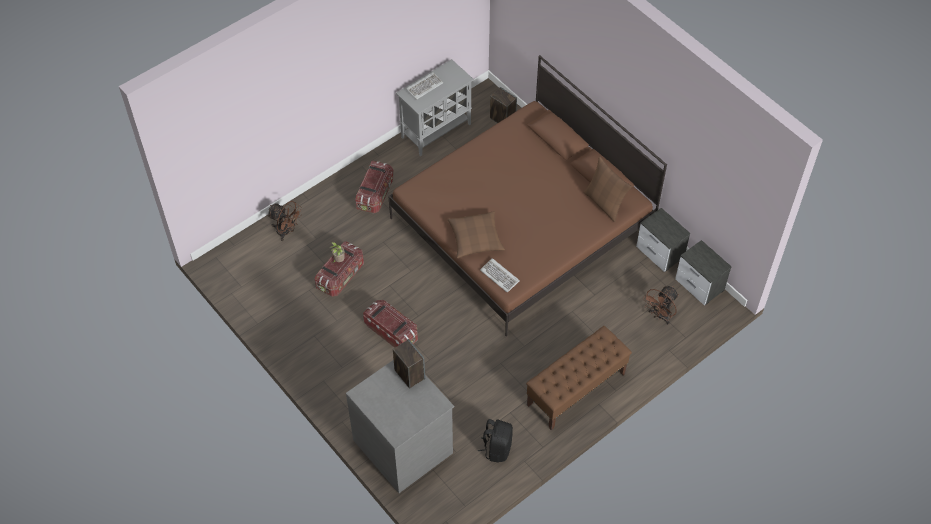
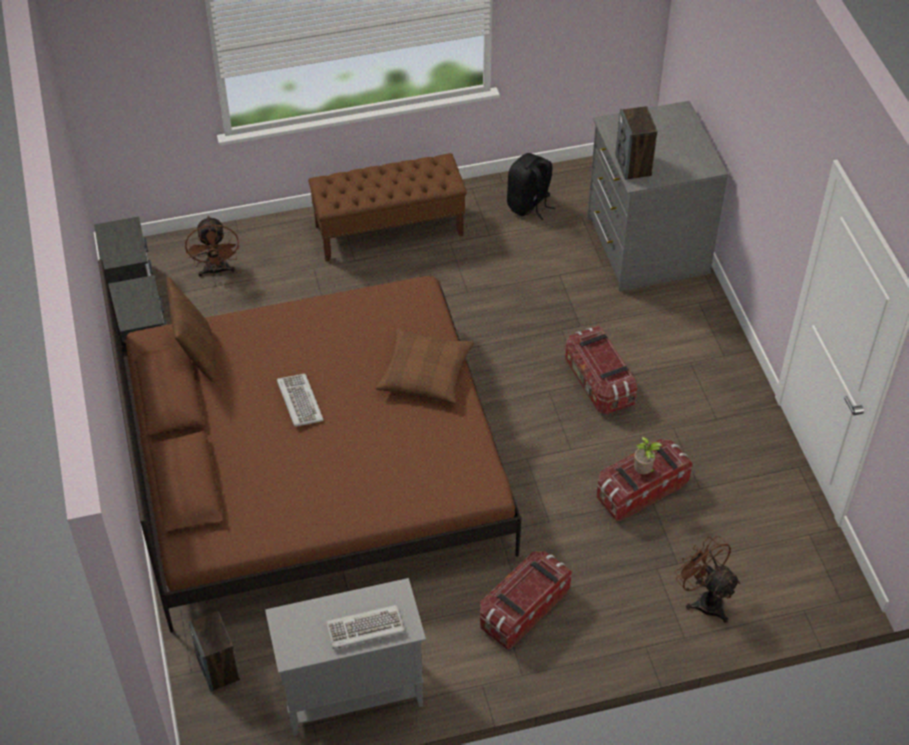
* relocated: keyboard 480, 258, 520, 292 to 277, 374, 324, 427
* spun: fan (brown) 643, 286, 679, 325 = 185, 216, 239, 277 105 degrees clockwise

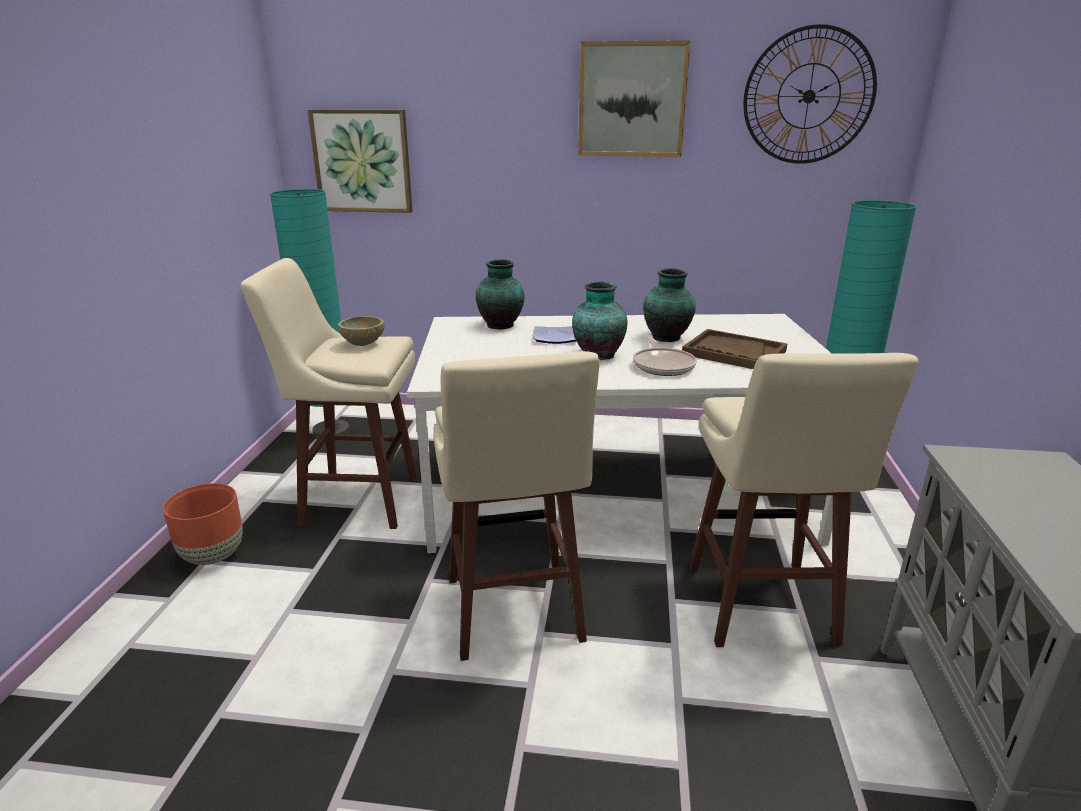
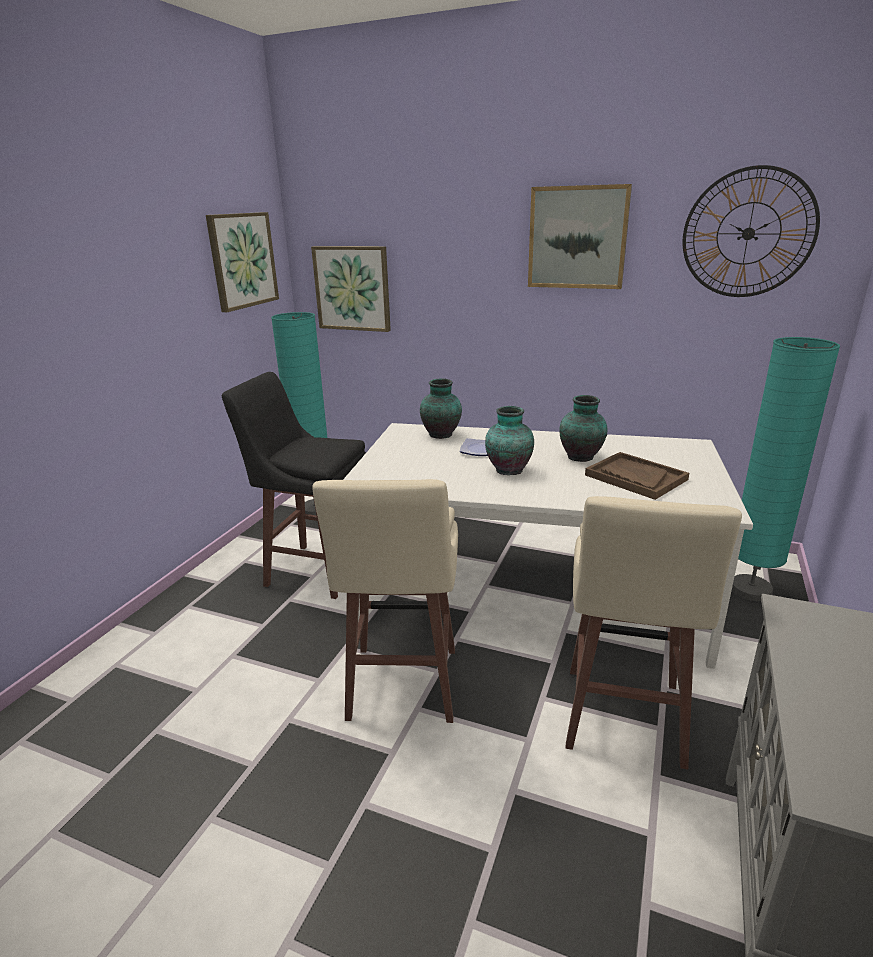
* missing: planter (brown) 163, 483, 243, 565
* missing: bowl (beige) 338, 316, 385, 346
* missing: frying pan 633, 335, 697, 376
* appeared: picture 206, 212, 279, 312
* colour: stool (beige) 241, 258, 418, 529 to stool (black) 222, 372, 366, 599

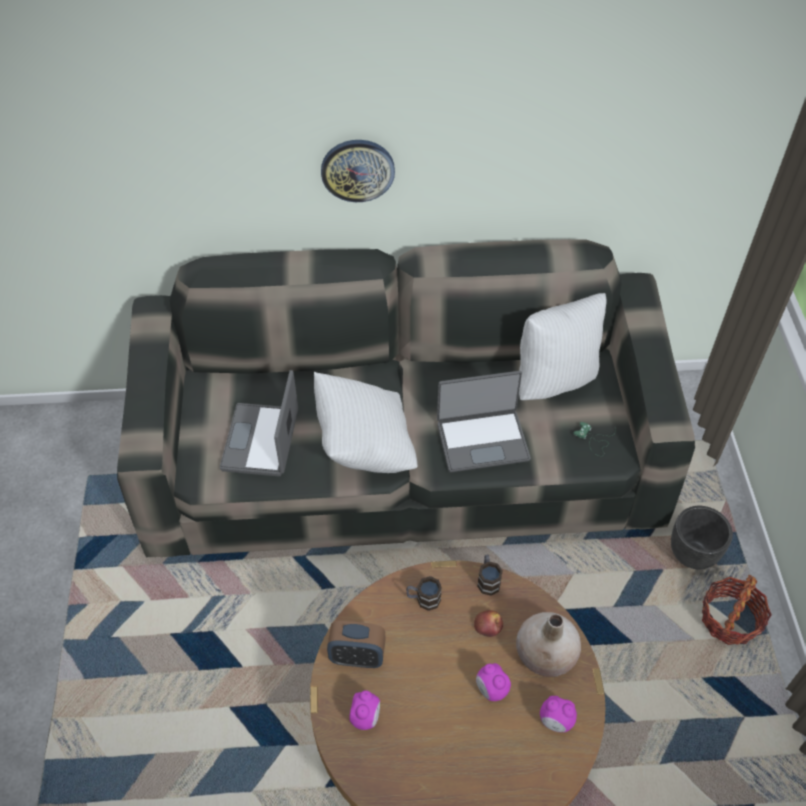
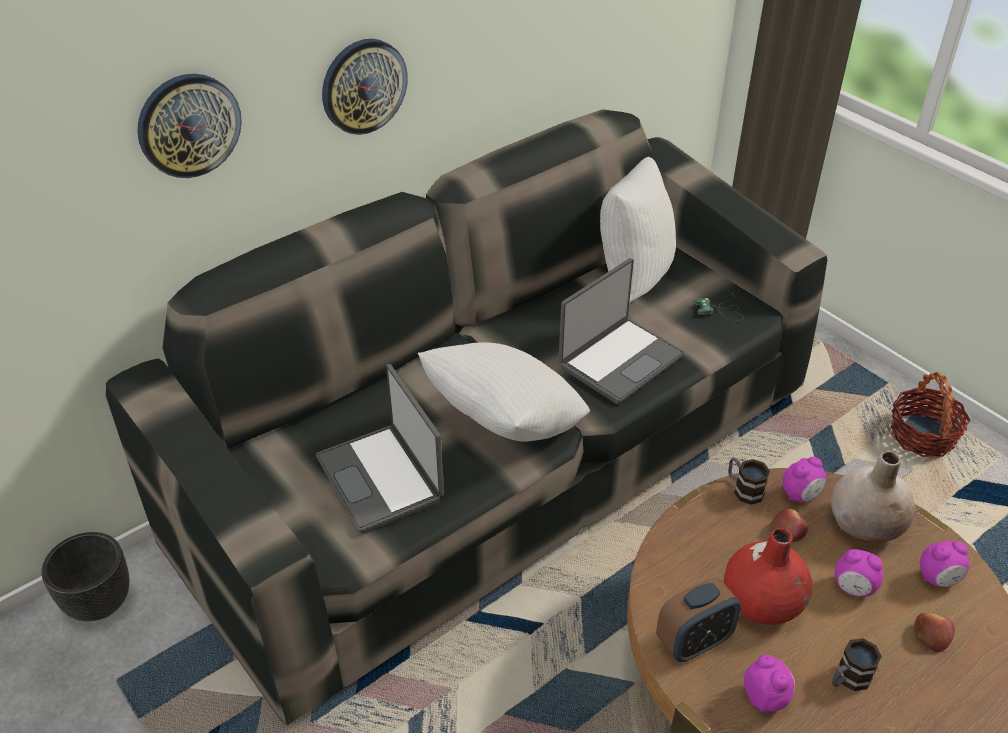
* appeared: wall clock 137, 74, 242, 178
* appeared: vase (red) 724, 528, 812, 625
* appeared: alarm clock 783, 457, 826, 502
* appeared: apple 915, 612, 954, 653
* relocated: mug 406, 576, 442, 611 to 832, 638, 882, 691
* relocated: planter (black) 671, 506, 733, 570 to 41, 532, 130, 621

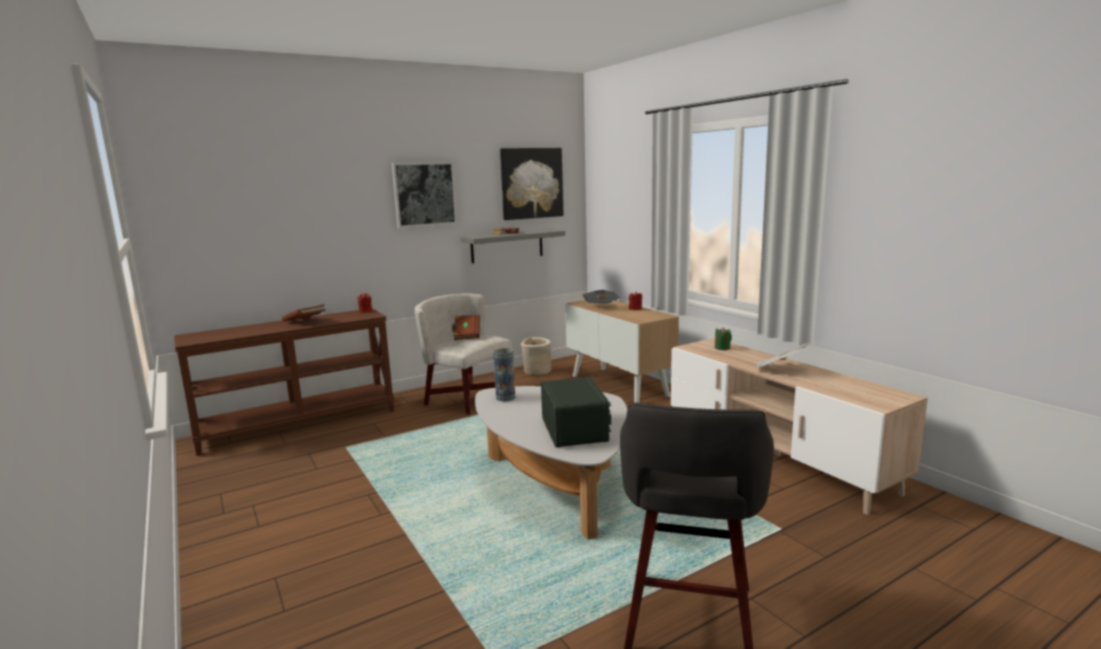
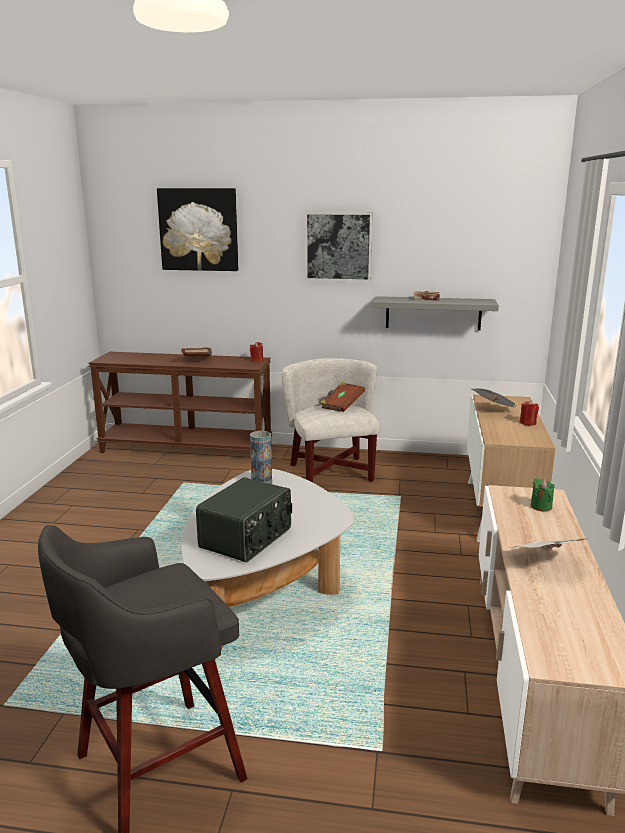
* missing: planter (beige) 521, 337, 552, 375
* relocated: picture 500, 148, 564, 220 to 157, 188, 238, 271

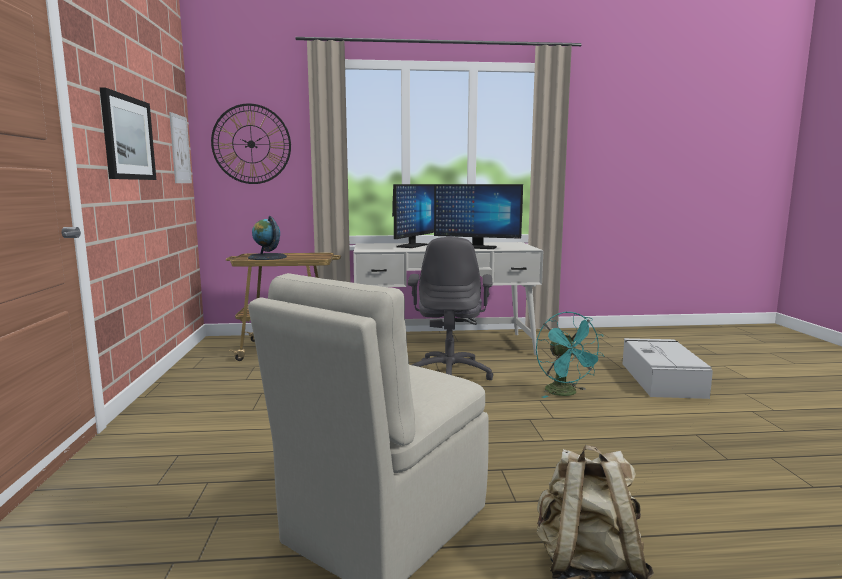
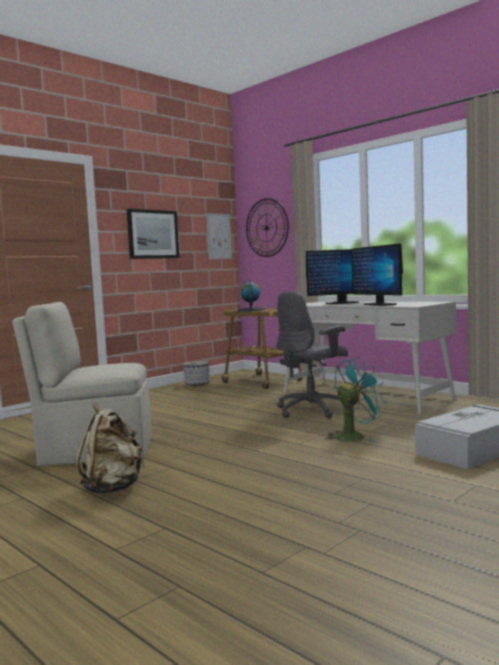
* appeared: planter 183, 361, 210, 386
* spun: fan (turquoise) 536, 311, 604, 398 = 325, 357, 387, 442 150 degrees counterclockwise

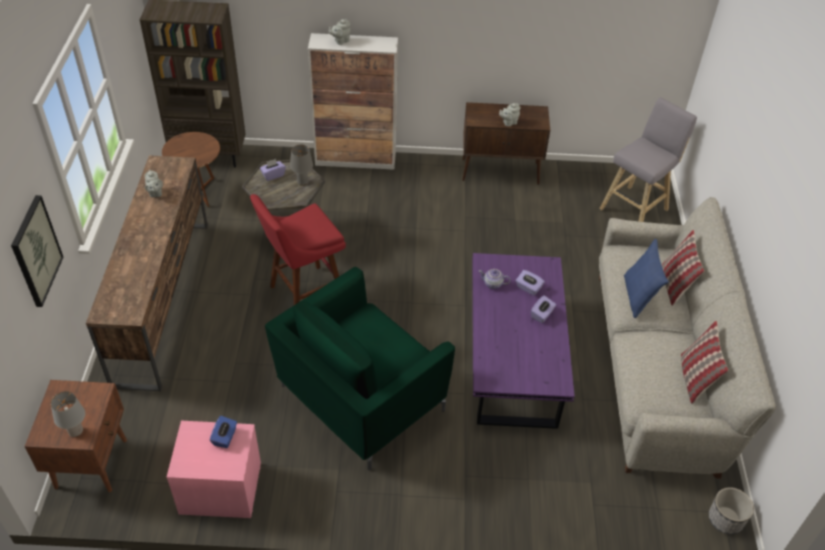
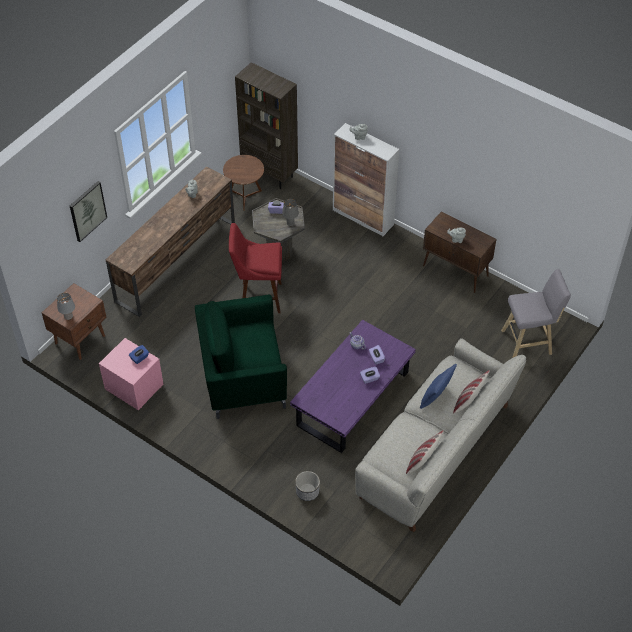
* relocated: planter 709, 487, 754, 534 to 295, 471, 320, 501

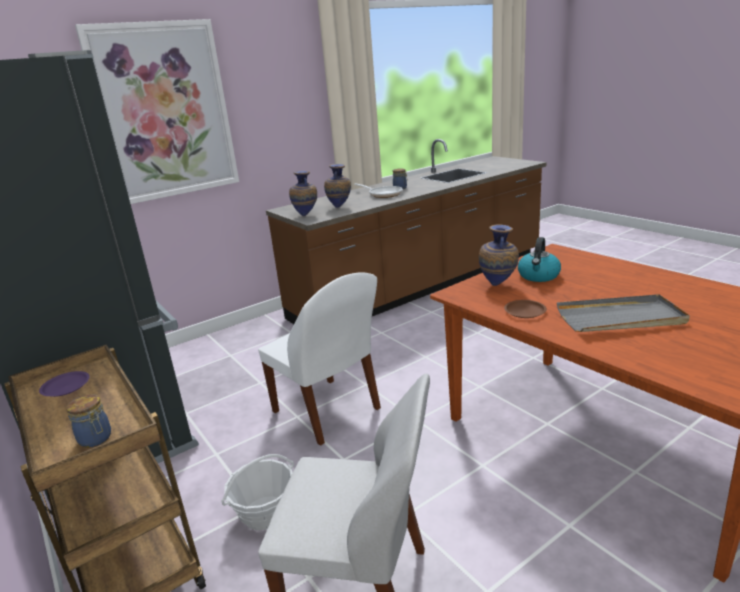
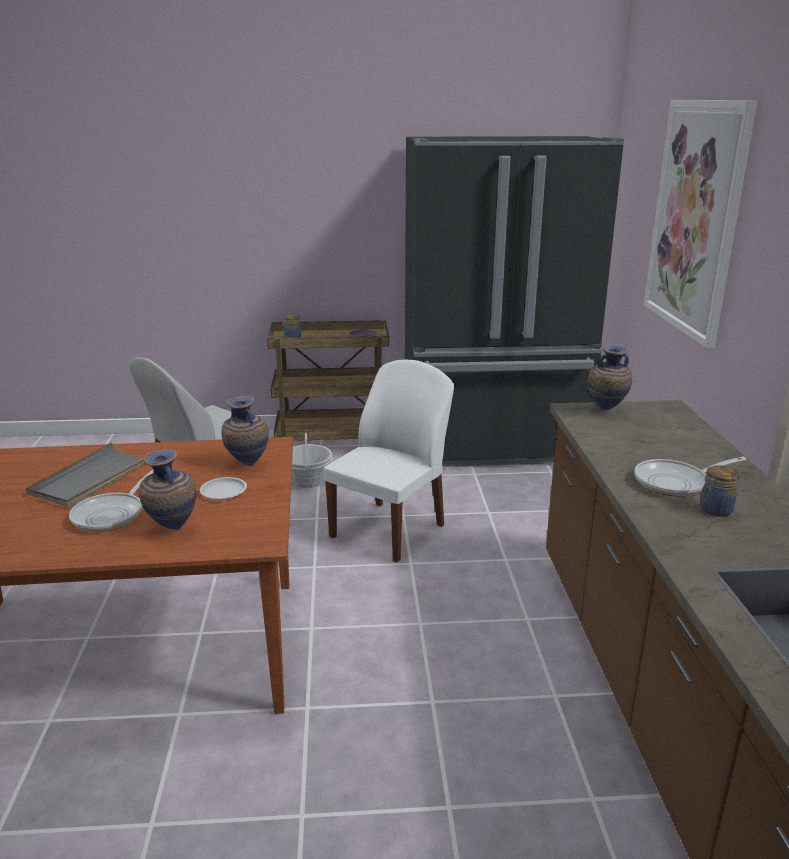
* missing: plate (brown) 504, 300, 547, 318
* appeared: frying pan 69, 470, 153, 532
* relocated: vase 324, 164, 351, 208 to 139, 449, 196, 530
* exchanged: kettle 518, 237, 561, 282 to plate (white) 200, 477, 247, 500
* spun: chair (white) 258, 272, 381, 446 = 324, 360, 454, 563 135 degrees clockwise

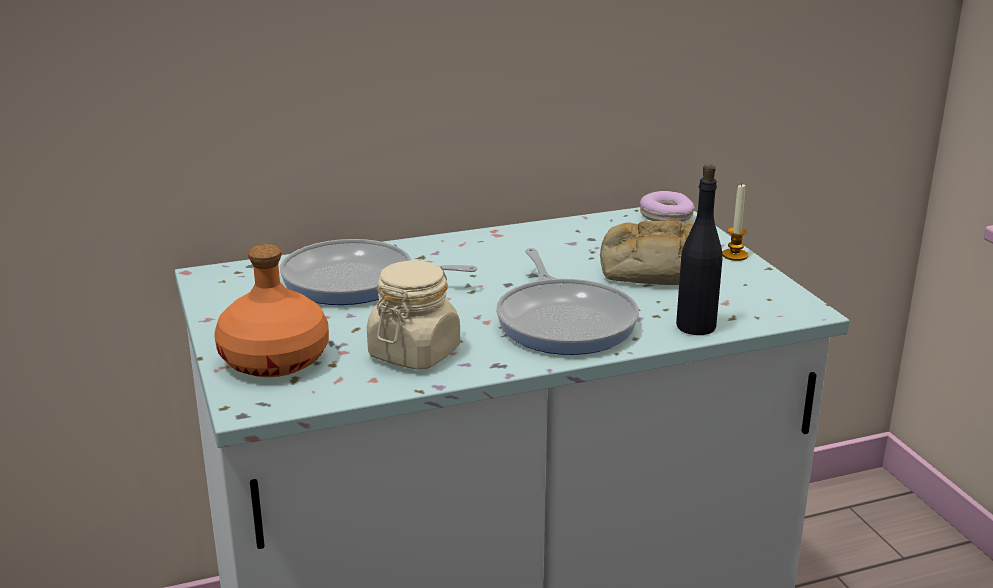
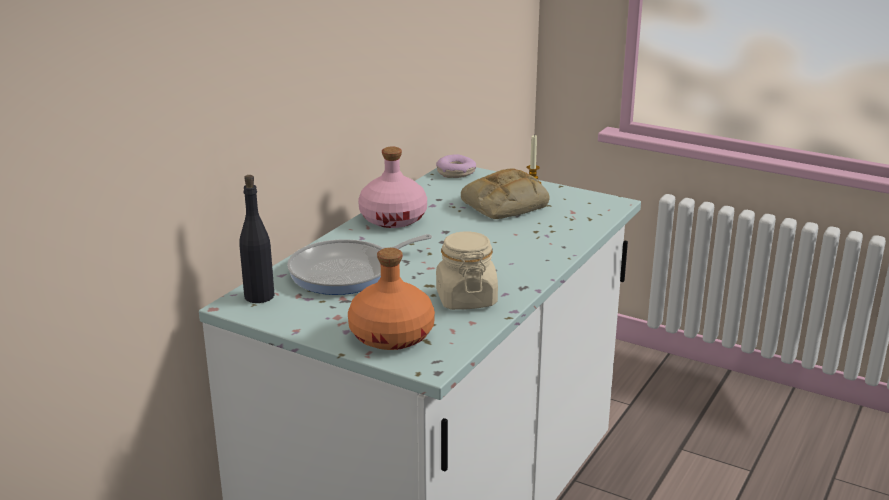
* missing: frying pan 496, 248, 639, 355
* appeared: bottle (pink) 358, 146, 427, 228
* relocated: bottle (black) 676, 164, 723, 335 to 239, 175, 275, 303

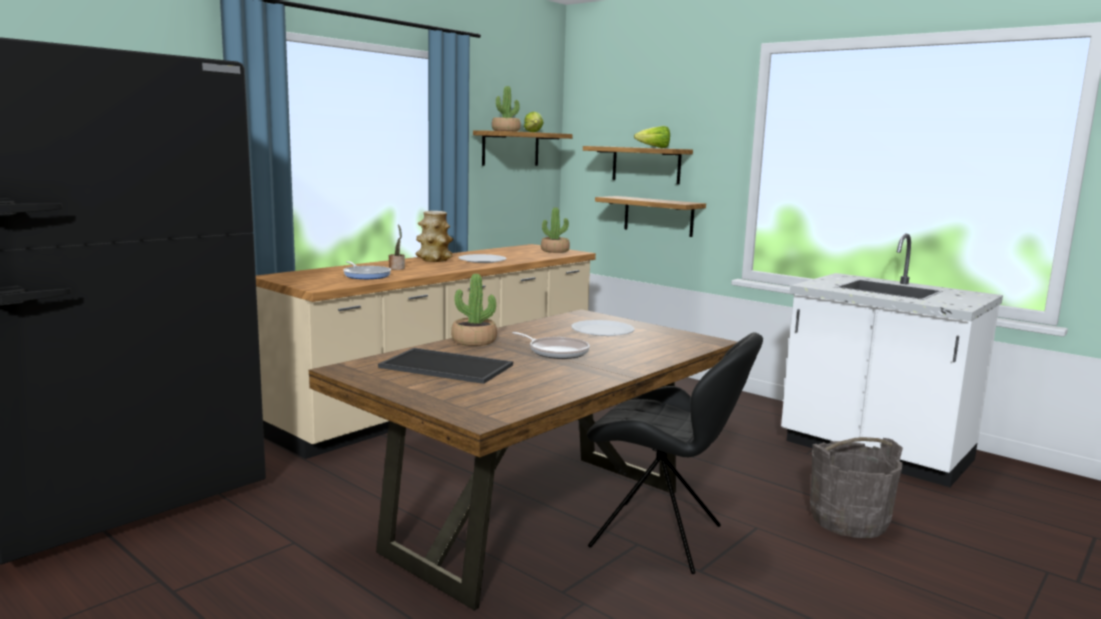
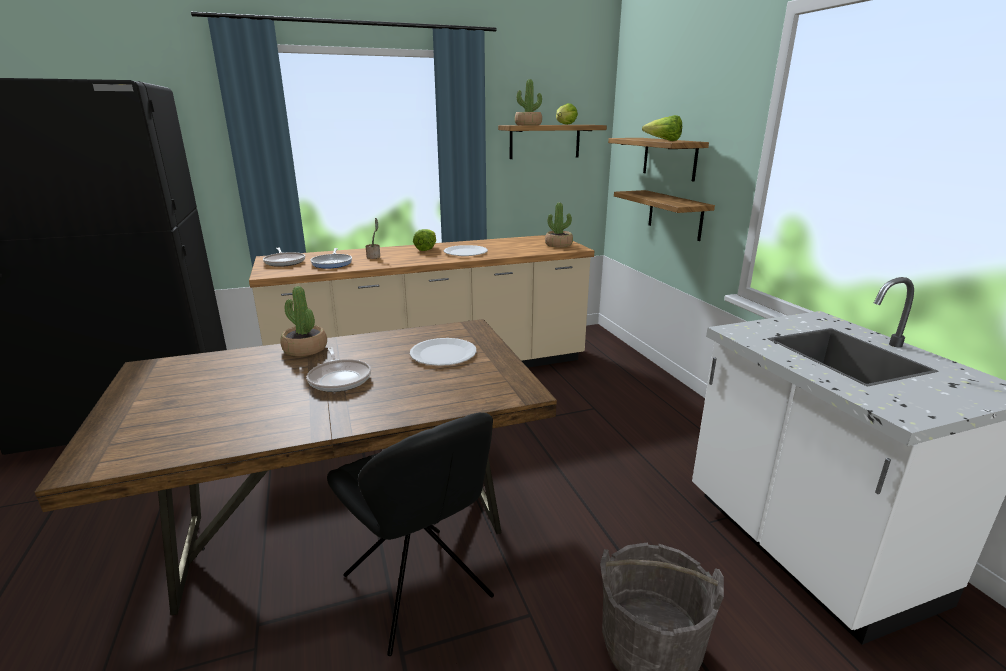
* missing: tray 378, 348, 513, 384
* appeared: frying pan 263, 248, 305, 267
* exchanged: vase 415, 211, 453, 262 to lettuce 413, 229, 436, 251

